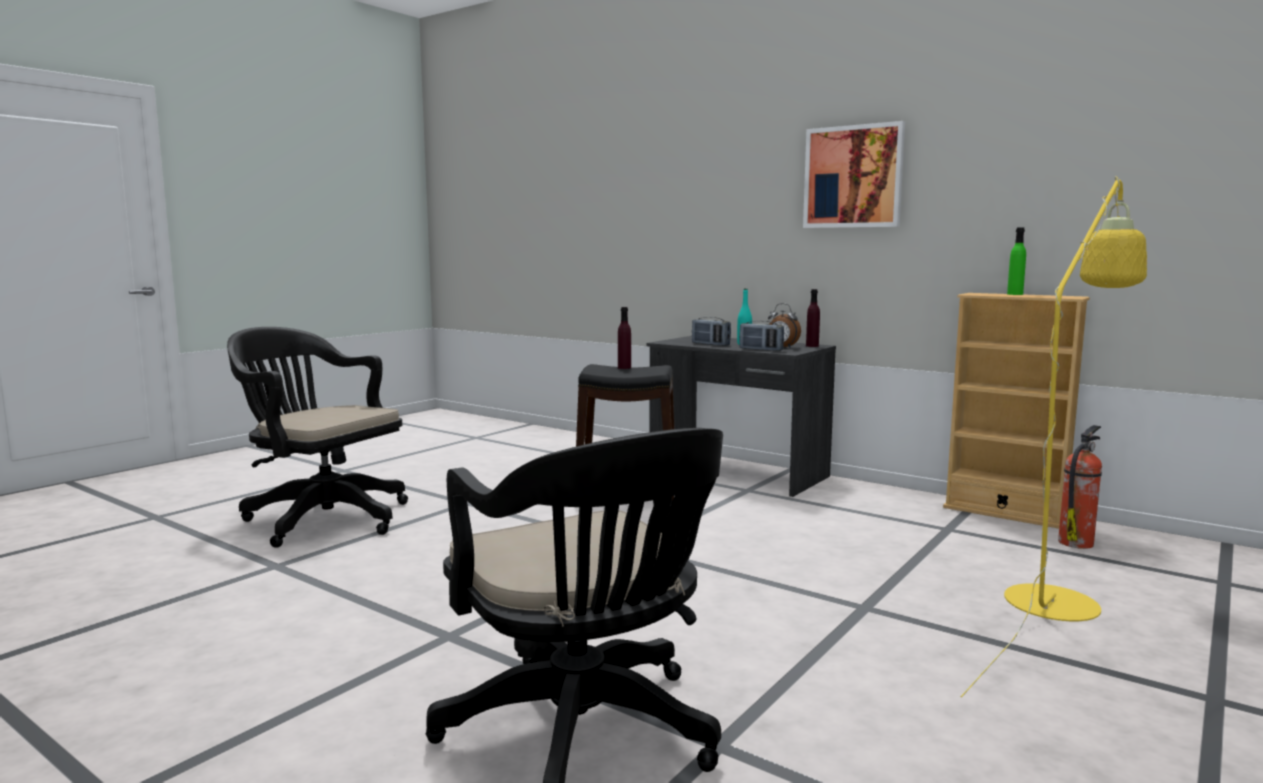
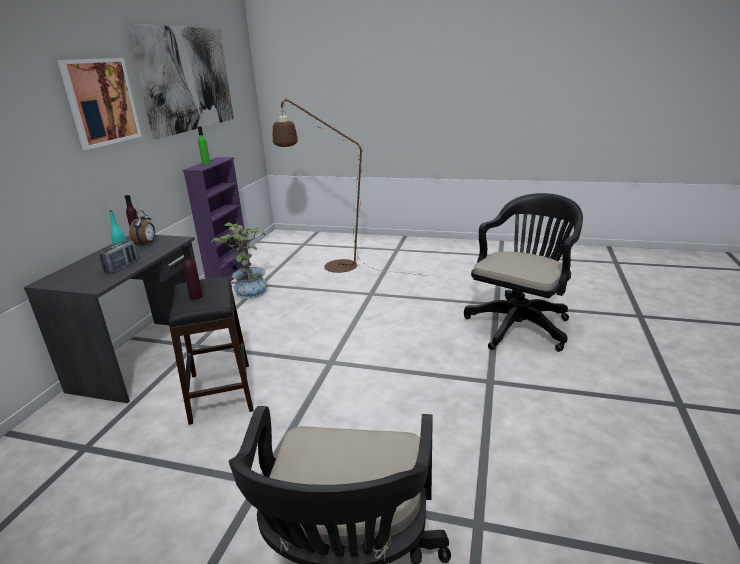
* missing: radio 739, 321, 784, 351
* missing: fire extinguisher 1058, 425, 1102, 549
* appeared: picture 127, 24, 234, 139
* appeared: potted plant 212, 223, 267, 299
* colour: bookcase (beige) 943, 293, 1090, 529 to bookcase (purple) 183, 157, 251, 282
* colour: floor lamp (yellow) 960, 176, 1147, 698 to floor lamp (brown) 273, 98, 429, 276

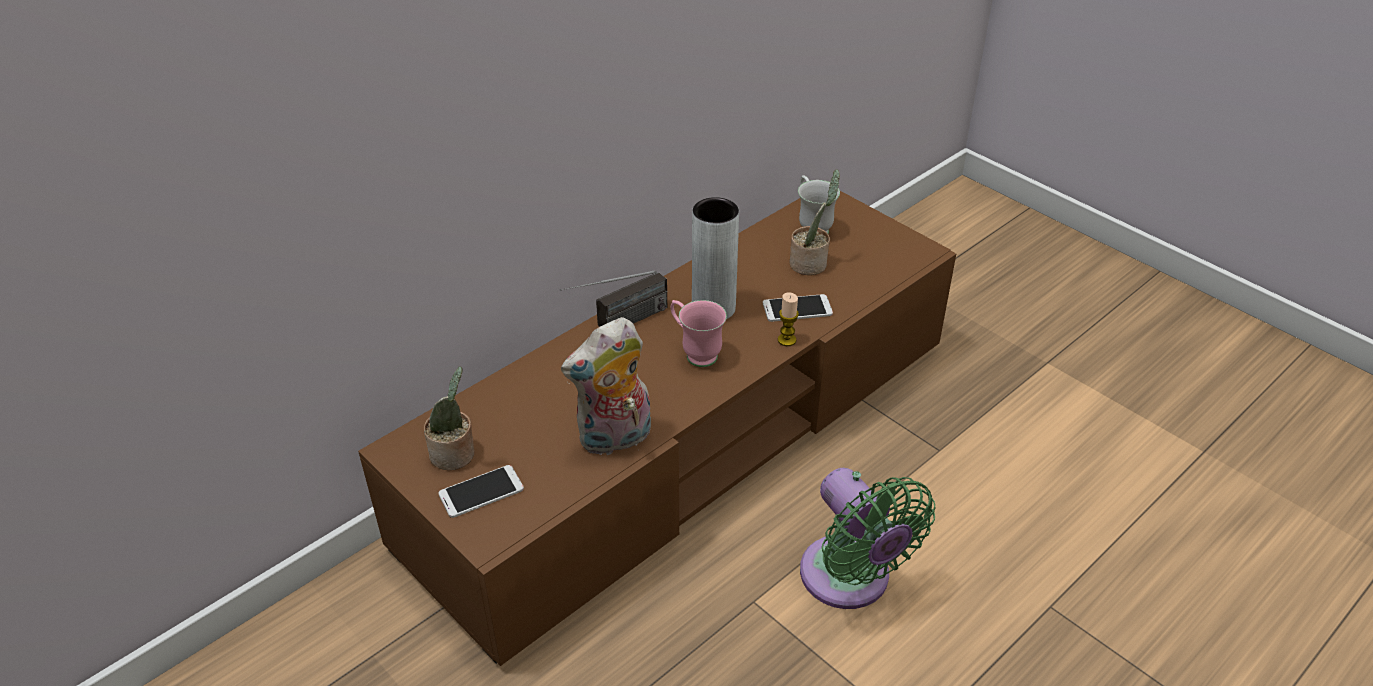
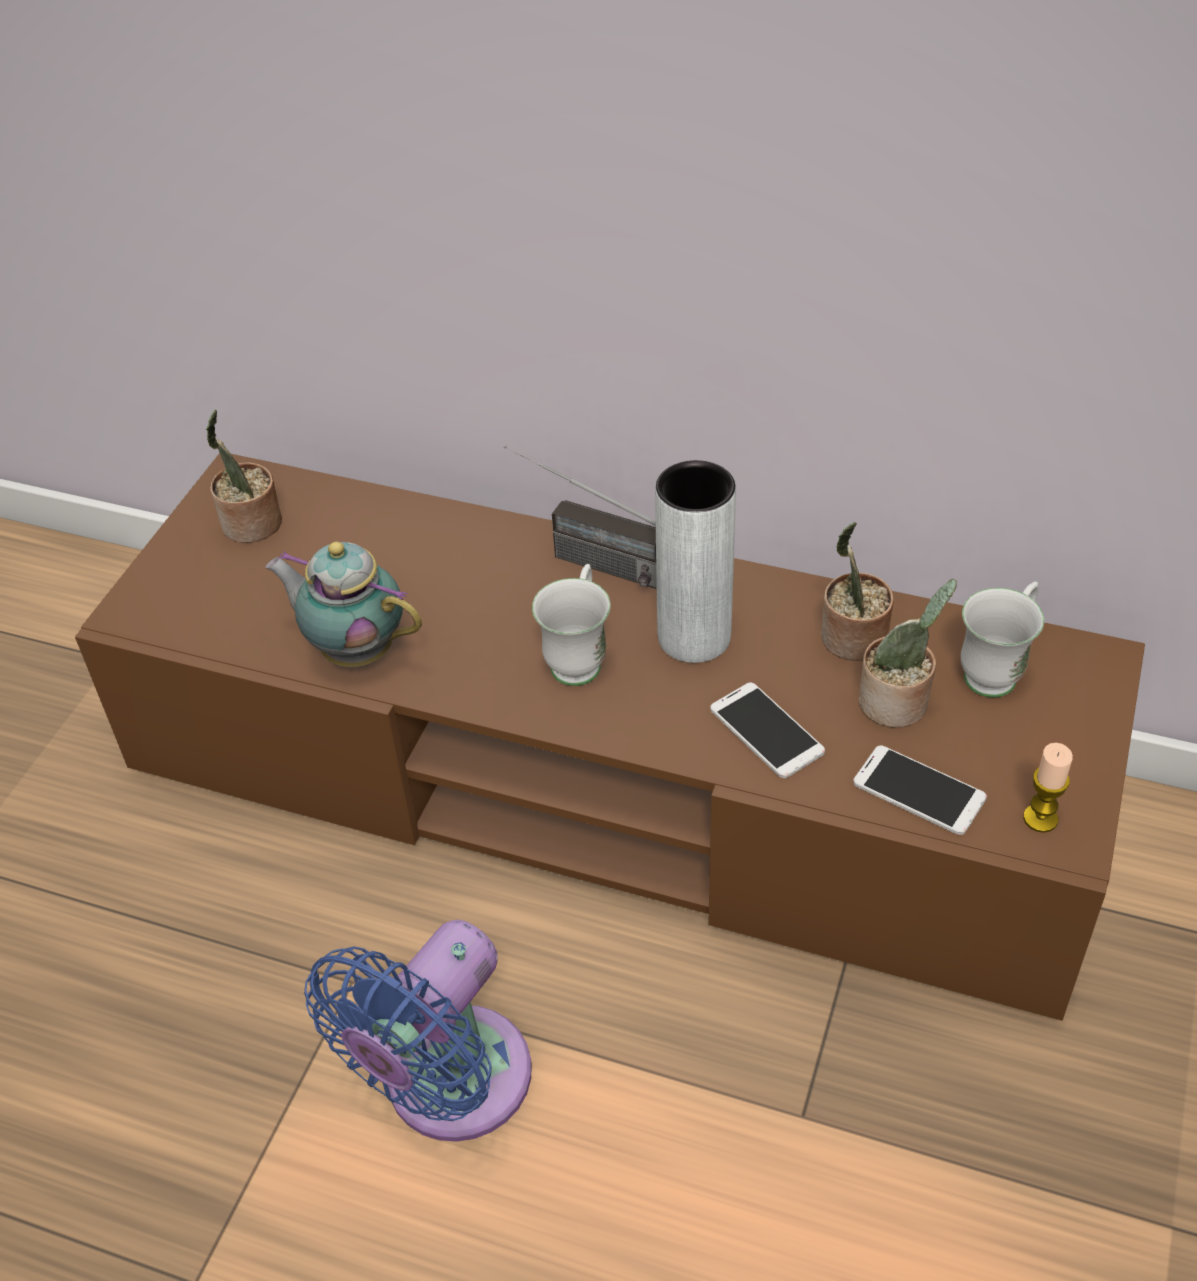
* appeared: potted plant 821, 522, 894, 661
* relocated: phone 438, 465, 524, 518 to 853, 745, 987, 835
* relocated: candle 778, 292, 799, 346 to 1023, 743, 1073, 833
* exchanged: plush toy 561, 317, 651, 457 to teapot 265, 542, 422, 667
* colour: mug (pink) 671, 300, 727, 367 to mug (white) 532, 564, 611, 686
* colour: fan (green) 800, 468, 935, 609 to fan (blue) 304, 920, 531, 1142

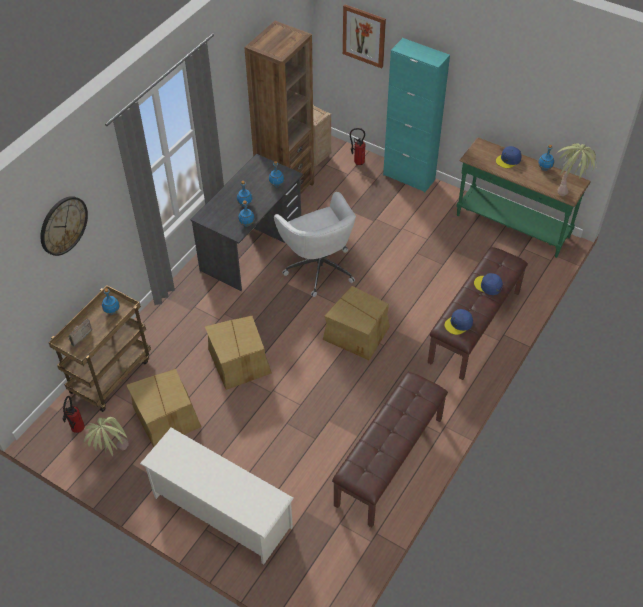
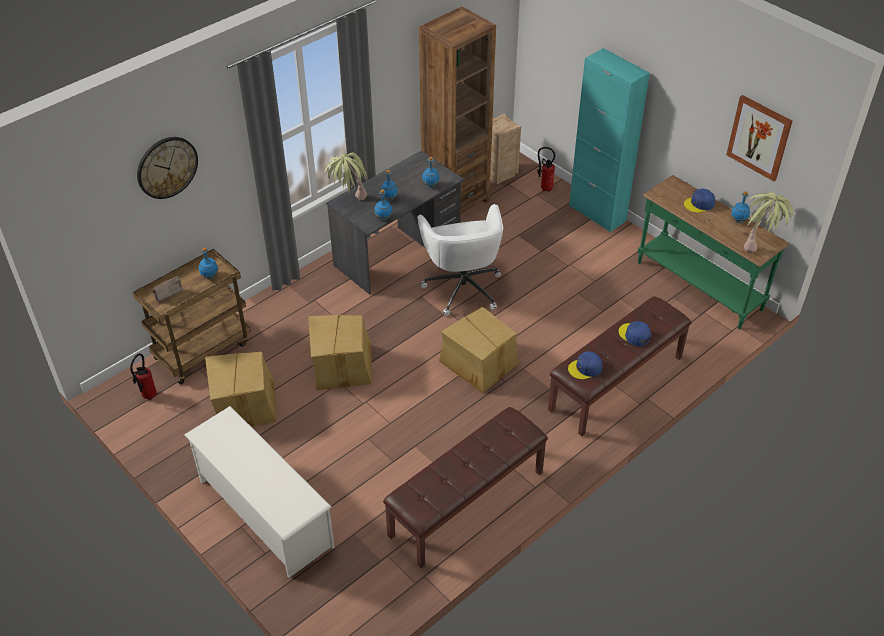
* relocated: potted plant 84, 417, 129, 457 to 325, 153, 368, 200
* relocated: picture 343, 4, 386, 69 to 726, 95, 793, 181

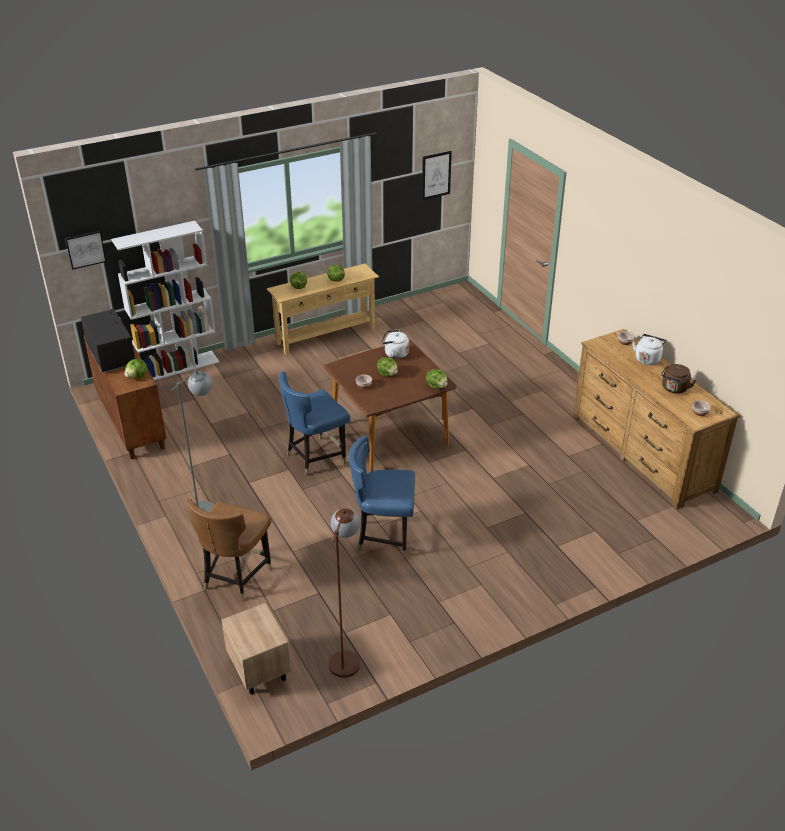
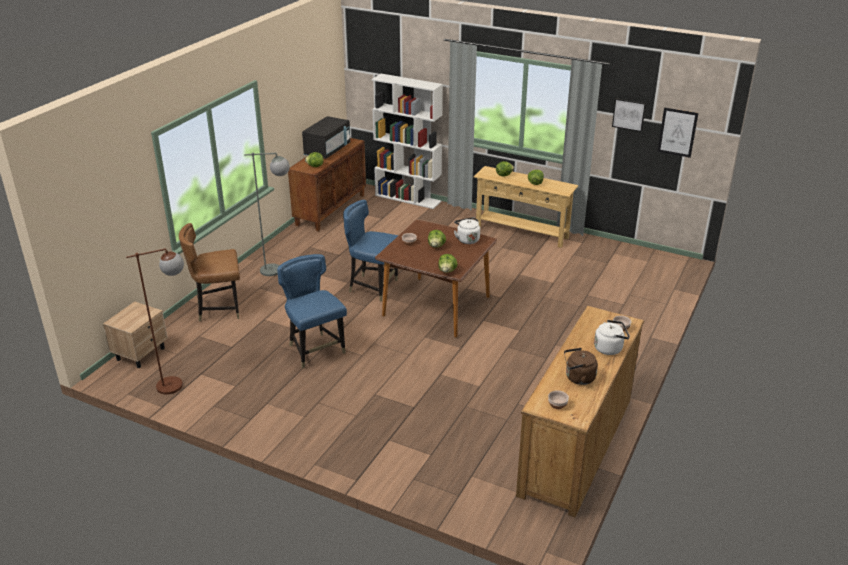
* relocated: picture 65, 231, 107, 270 to 612, 98, 646, 132

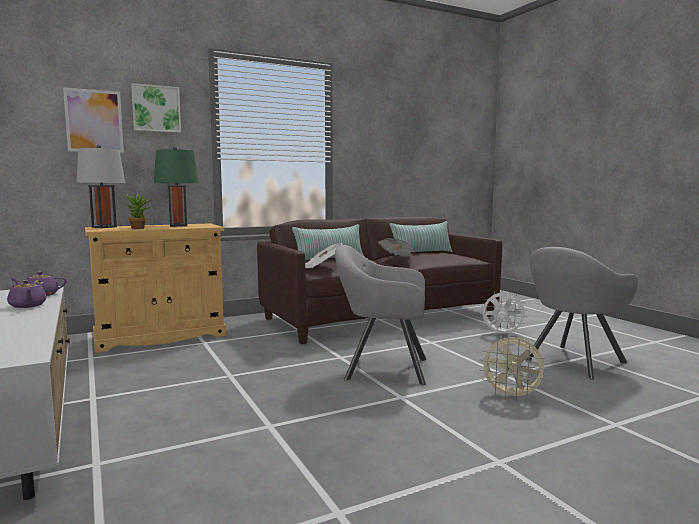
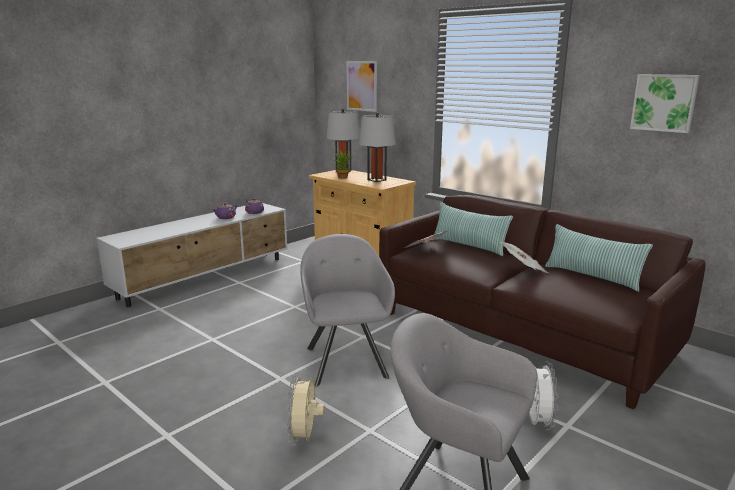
* relocated: picture 131, 83, 181, 133 to 630, 74, 700, 133
* colour: table lamp (green) 154, 147, 199, 227 to table lamp (grey) 359, 113, 395, 182

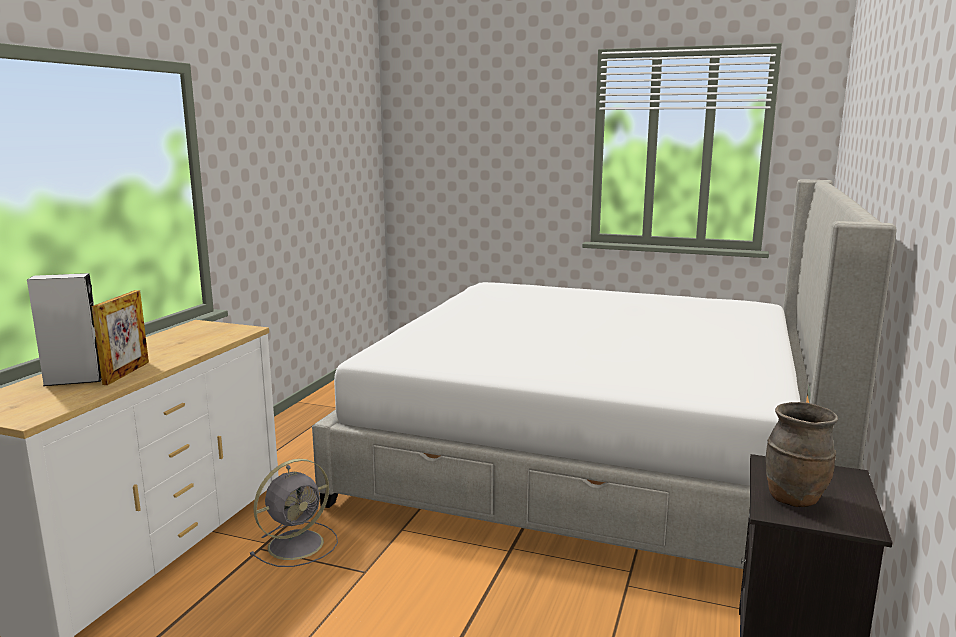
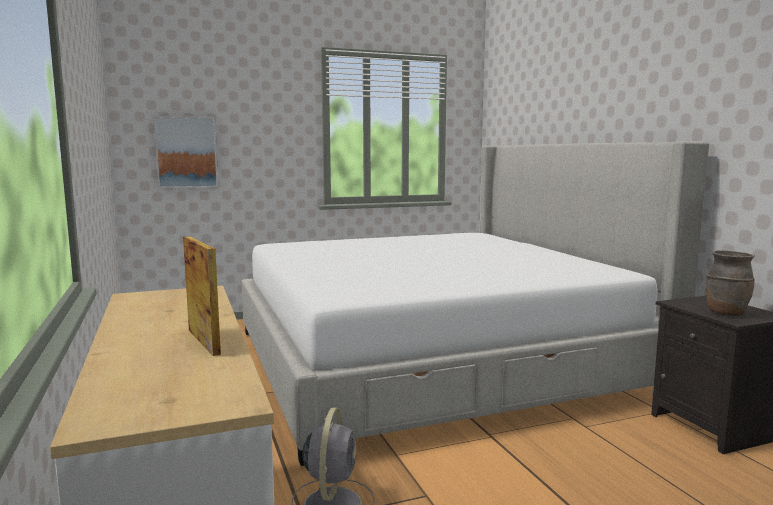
* missing: speaker (grey) 27, 273, 102, 386
* appeared: picture 154, 116, 218, 188

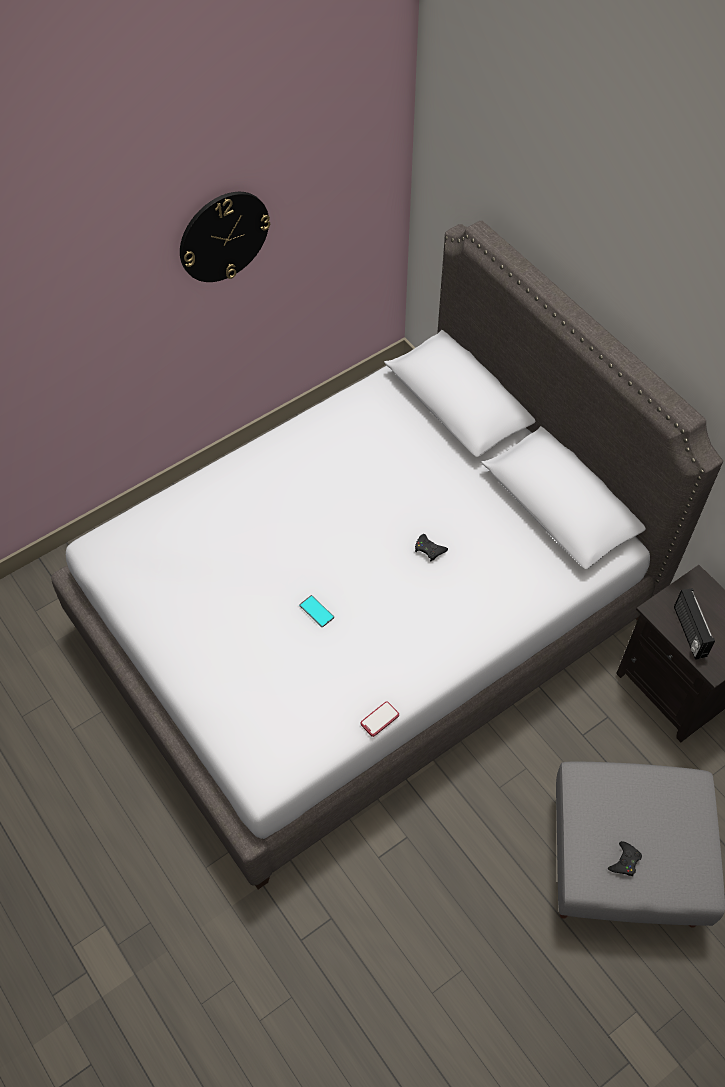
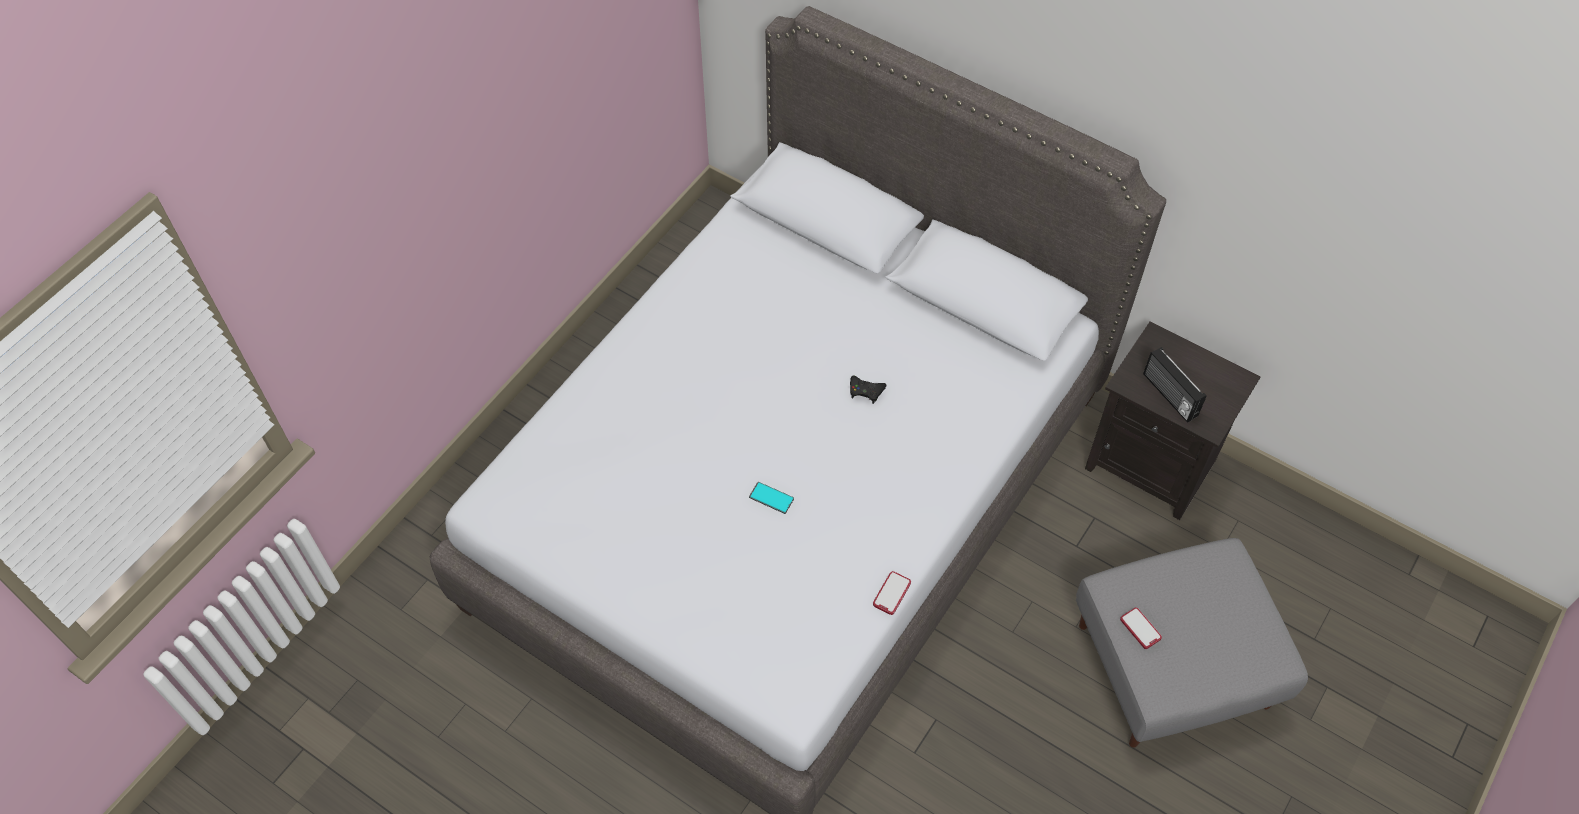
* missing: wall clock 180, 192, 270, 282
* missing: game controller (black) 608, 841, 642, 876
* appeared: phone 1120, 608, 1162, 649

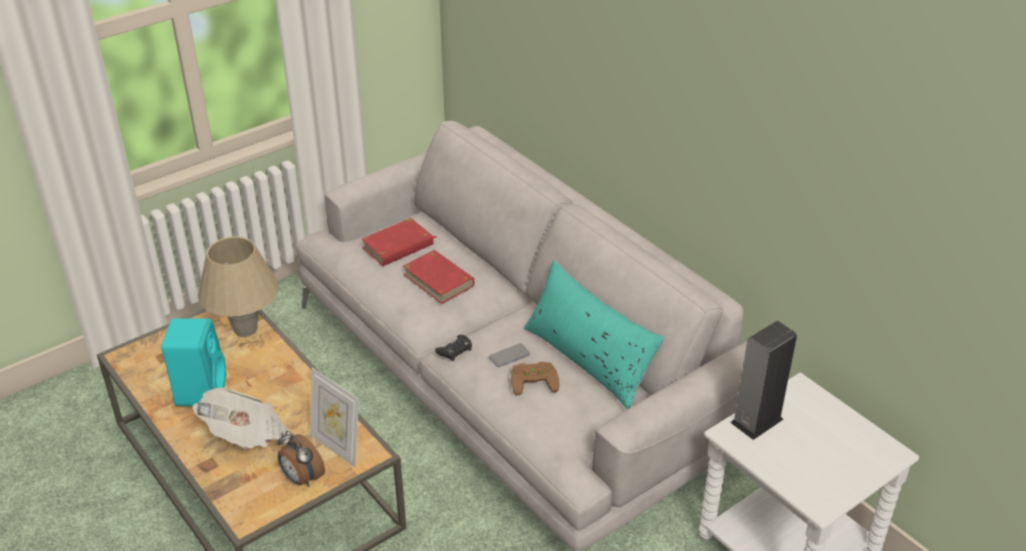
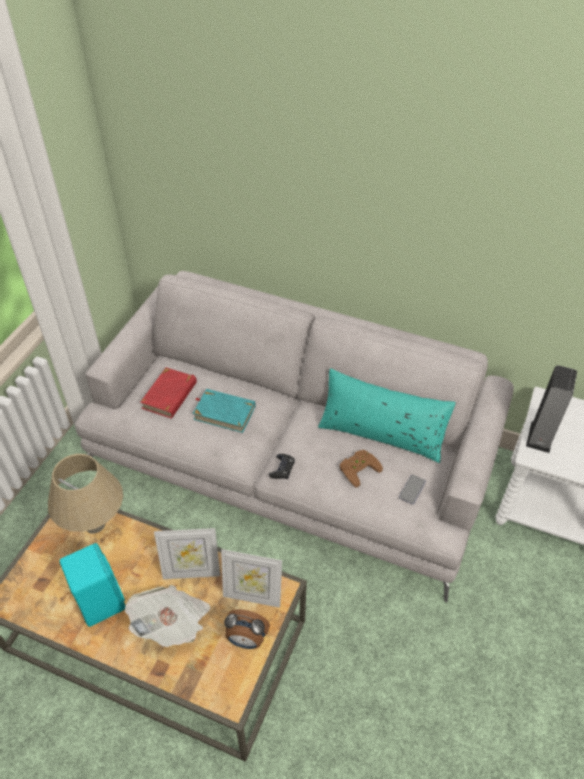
* appeared: picture frame 154, 528, 220, 579
* relocated: phone 489, 343, 530, 367 to 399, 474, 426, 504
* colour: book (red) 403, 250, 474, 304 to book (turquoise) 193, 389, 255, 433

